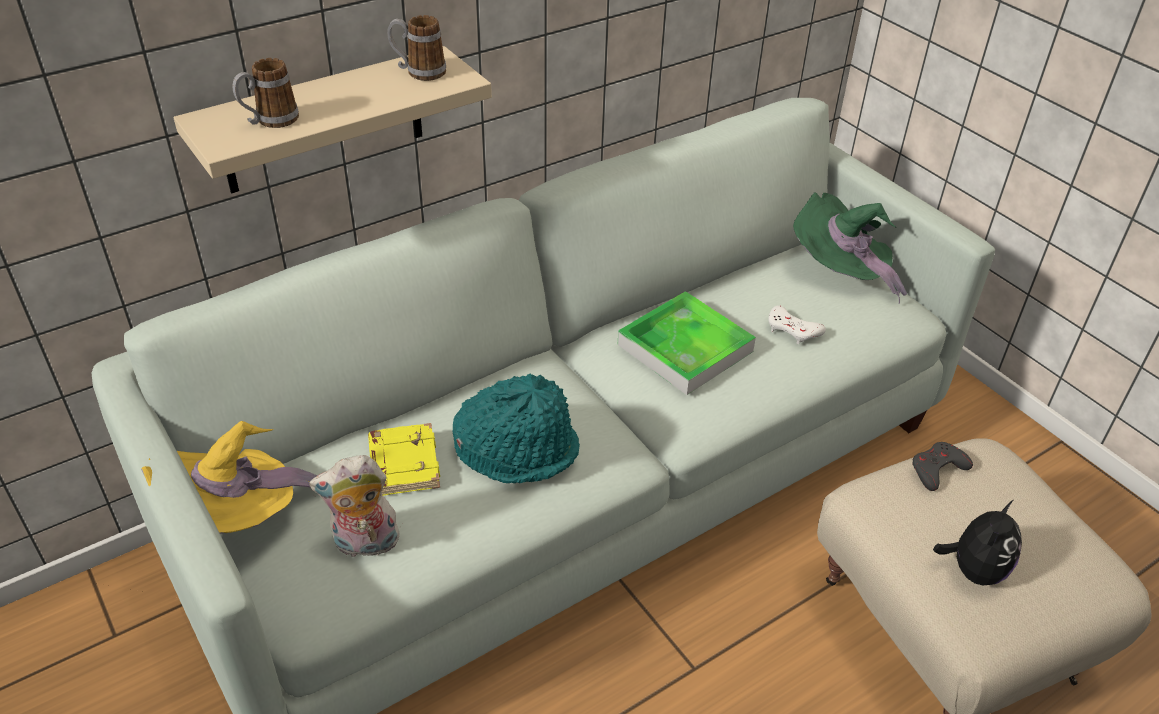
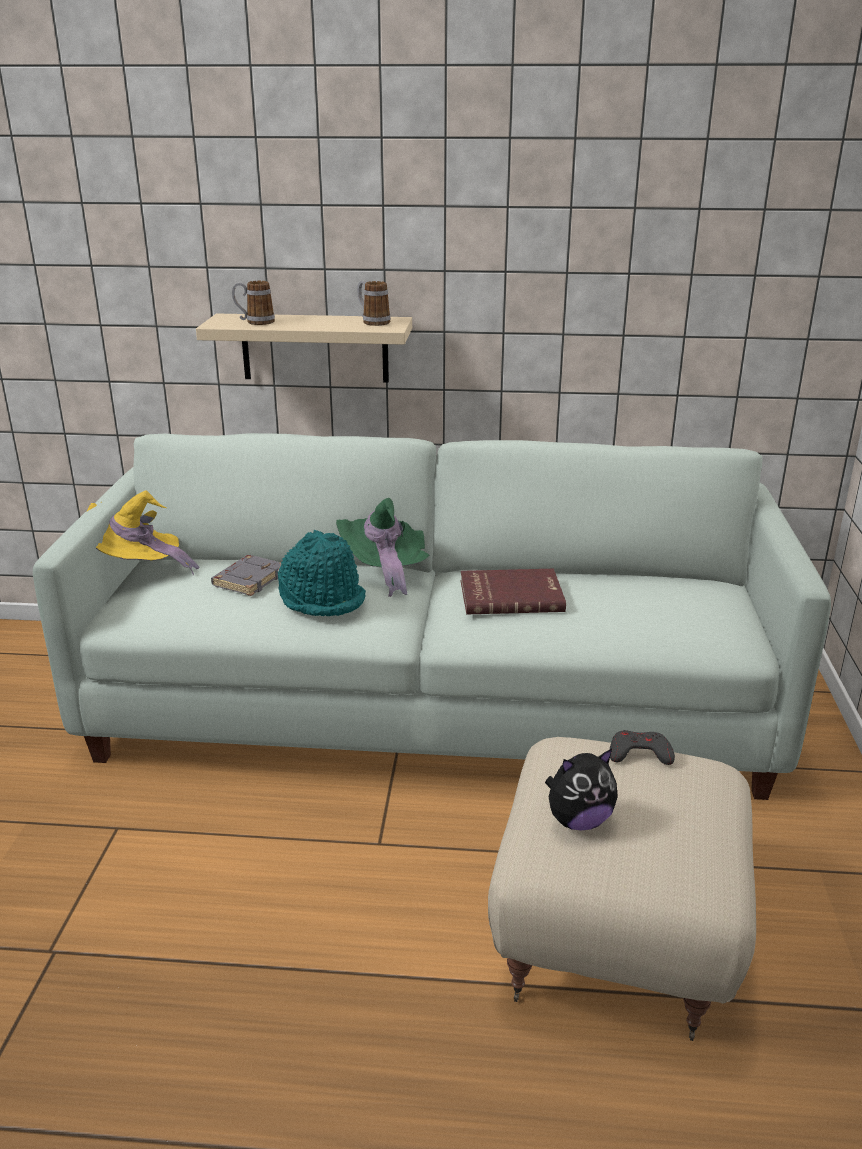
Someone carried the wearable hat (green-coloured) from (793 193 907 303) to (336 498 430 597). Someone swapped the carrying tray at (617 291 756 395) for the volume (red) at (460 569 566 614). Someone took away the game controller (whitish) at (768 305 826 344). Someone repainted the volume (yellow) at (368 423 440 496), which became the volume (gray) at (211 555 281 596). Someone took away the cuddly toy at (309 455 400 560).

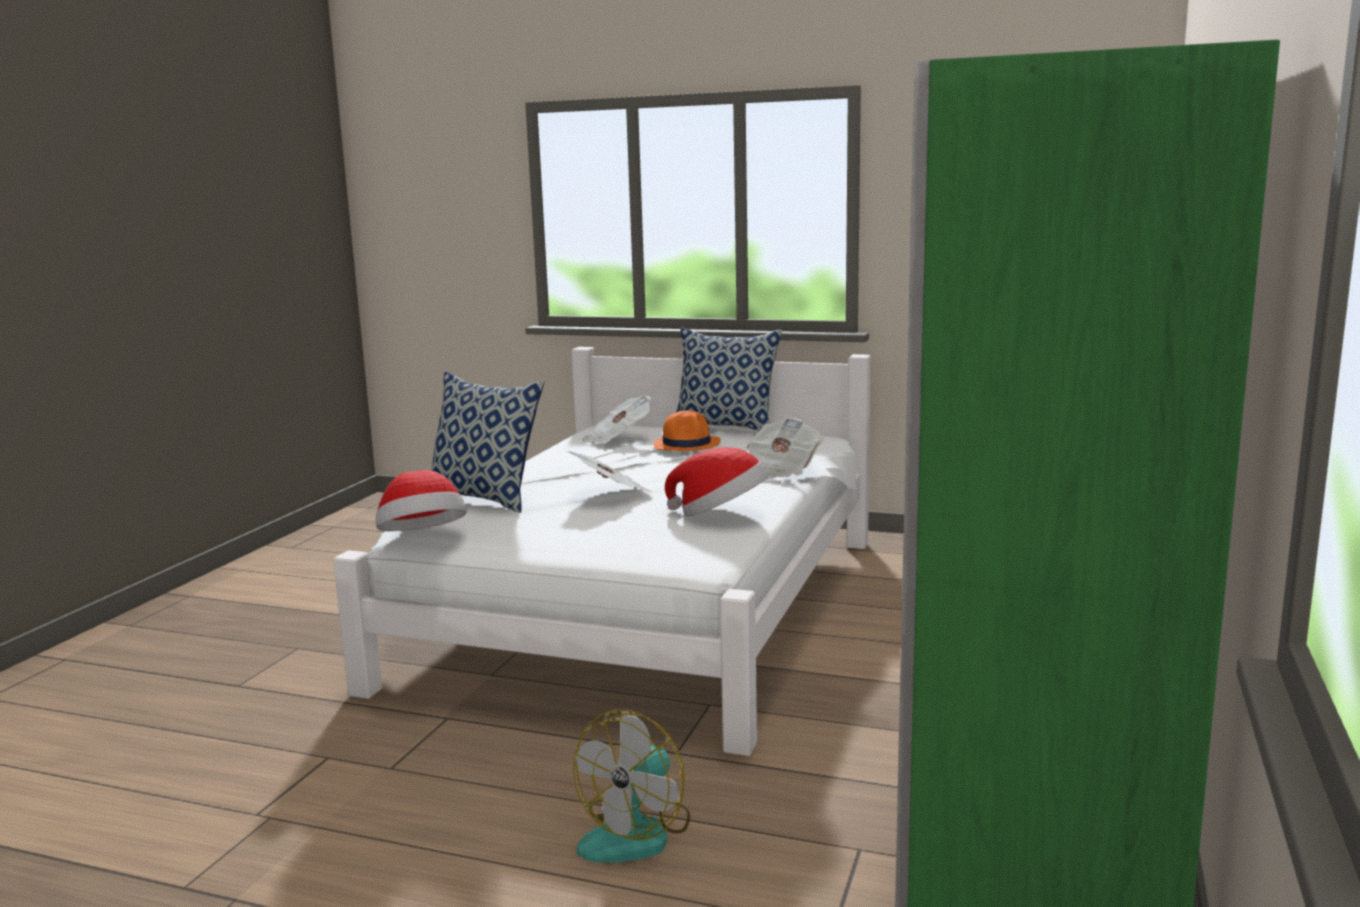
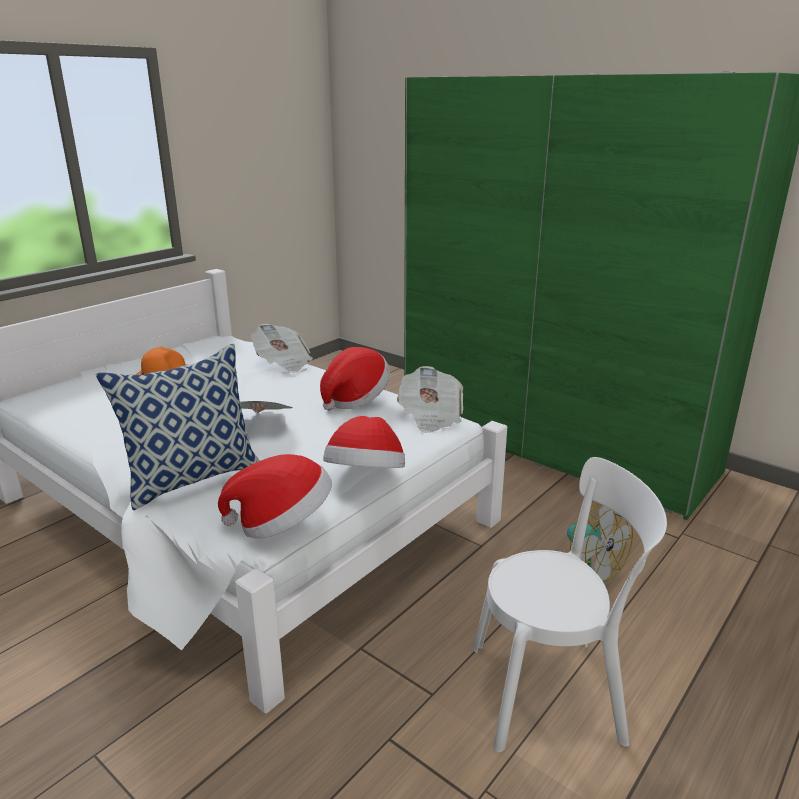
Someone took away the pillow at (676 328 782 431). Someone carried the newspaper from (582 395 652 443) to (397 366 463 433). Someone put down the wearable hat at (323 416 405 468). Someone put down the upright chair (whitish) at (473 457 667 752).

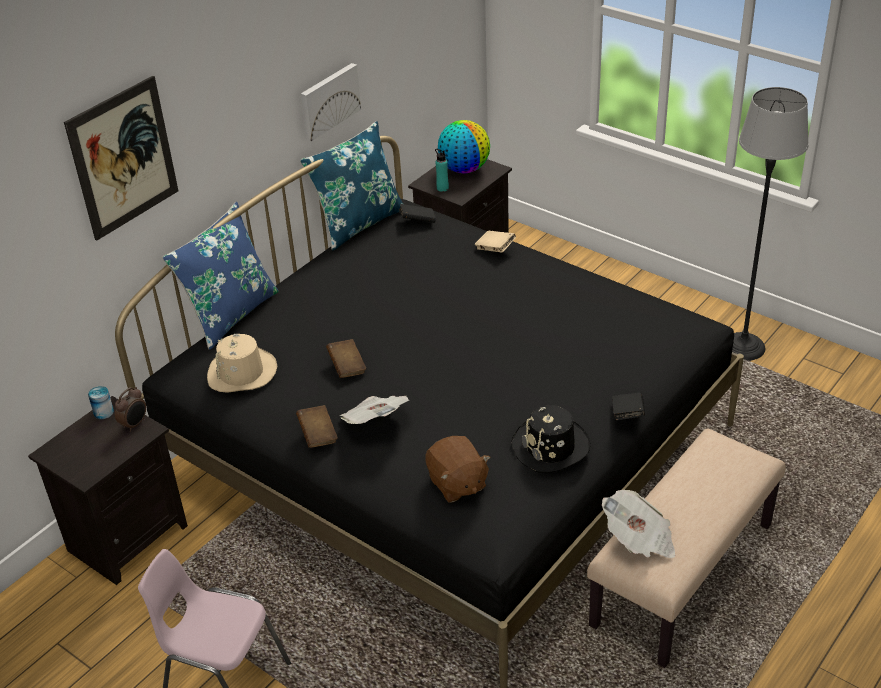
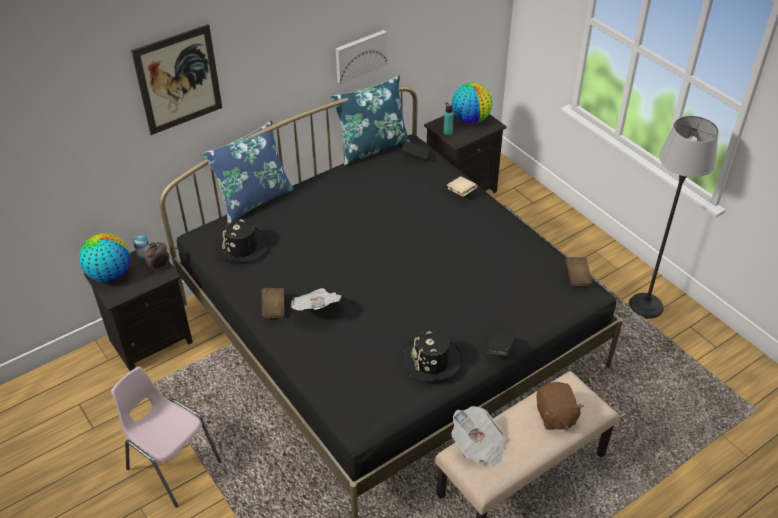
Someone repainted the wearable hat (beige) at (207 334 277 393), which became the wearable hat (black-coloured) at (216 219 268 263). Someone carried the volume (brownish) from (326 339 366 378) to (565 257 592 286). Someone carried the cuddly toy (brownish) from (426 436 490 503) to (536 382 584 430). Someone put down the desk globe at (79 233 131 282).

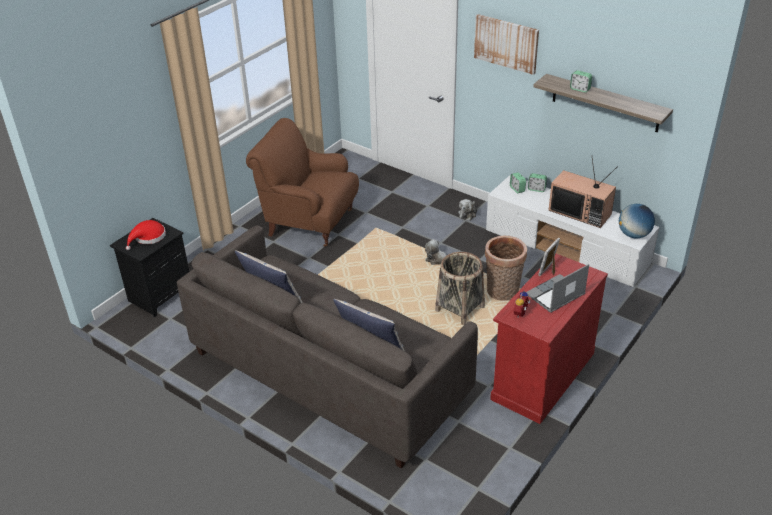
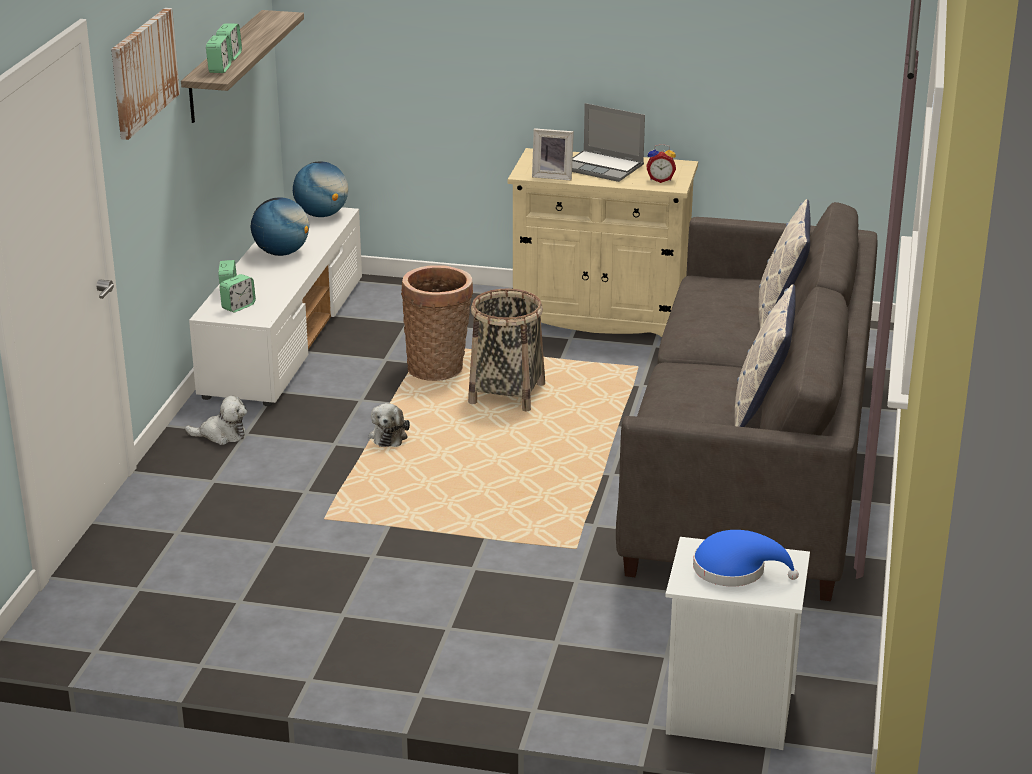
Someone took away the armchair (brownish) at (246 118 359 247). Someone swapped the TV at (549 155 618 228) for the desk globe at (251 197 309 256). Someone repainted the bedside table (black-coloured) at (110 218 189 317), which became the bedside table (whitish) at (665 537 810 750). Someone repainted the wearable hat (red) at (126 220 166 250), which became the wearable hat (bluish) at (693 530 799 586). Someone repainted the cupboard (red) at (490 254 608 424), which became the cupboard (beige) at (508 148 698 337). Someone put down the alarm clock at (206 35 232 73).

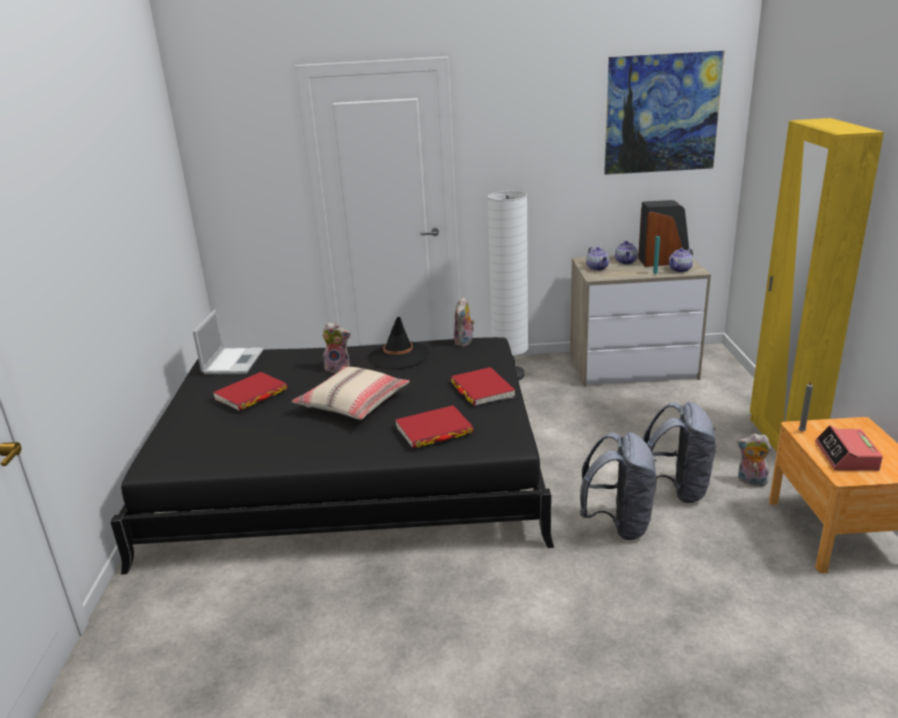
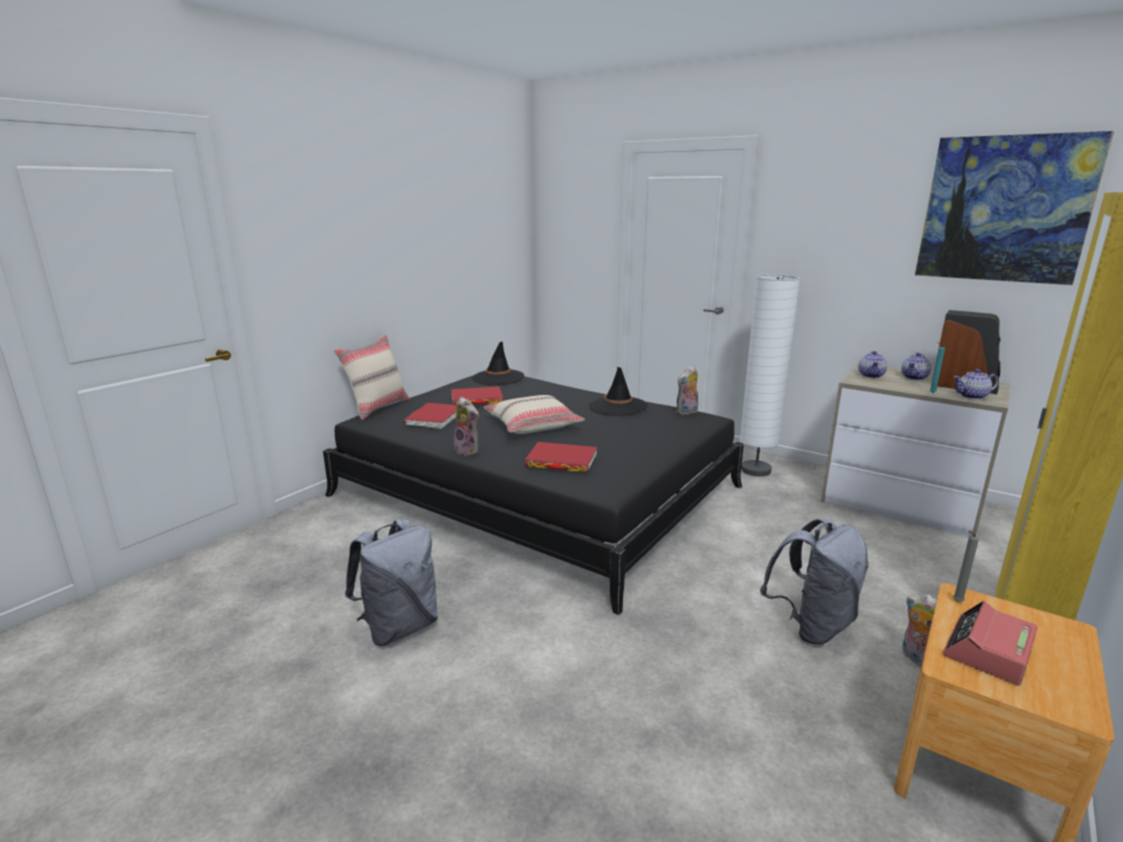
Someone swapped the portable computer at (193 310 264 374) for the wearable hat (black-coloured) at (472 342 524 385). Someone carried the cuddly toy from (322 322 351 373) to (454 397 479 456). Someone carried the volume (red) from (450 367 516 406) to (403 403 456 429). Someone carried the knapsack (gray) from (580 432 656 540) to (345 520 438 646). Someone put down the pillow (beige) at (334 334 410 420).

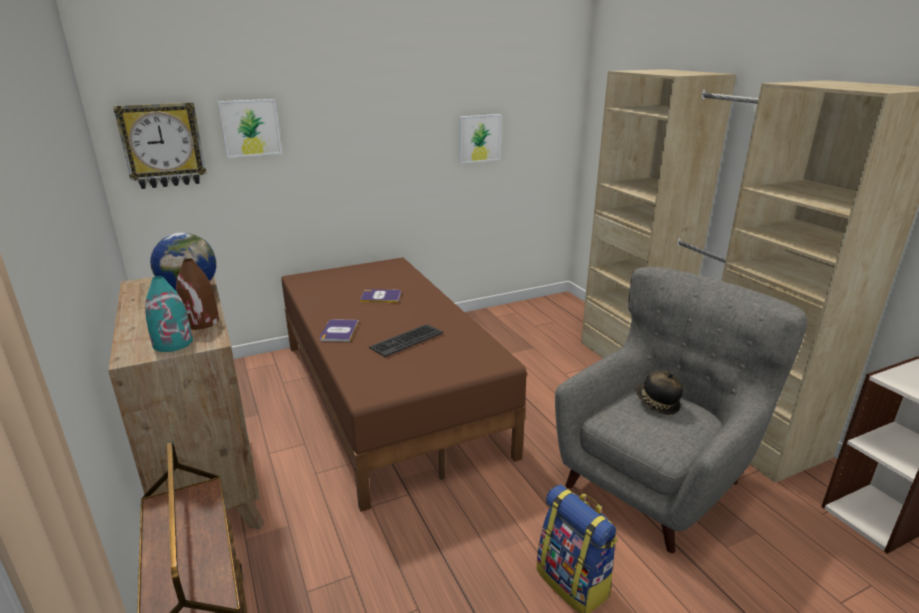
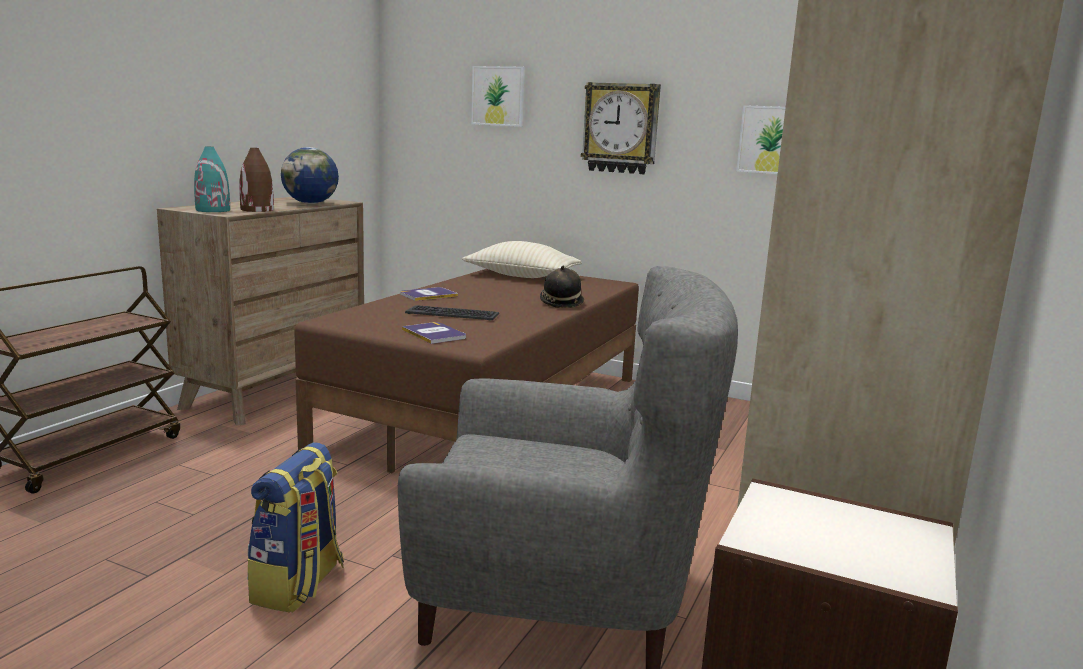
Someone carried the clock on the wall from (113 102 206 189) to (581 82 661 174). Someone carried the volume from (360 289 401 303) to (402 322 466 344). Someone carried the wearable hat from (635 370 683 415) to (540 265 584 308). Someone put down the pillow (beige) at (462 241 582 278).

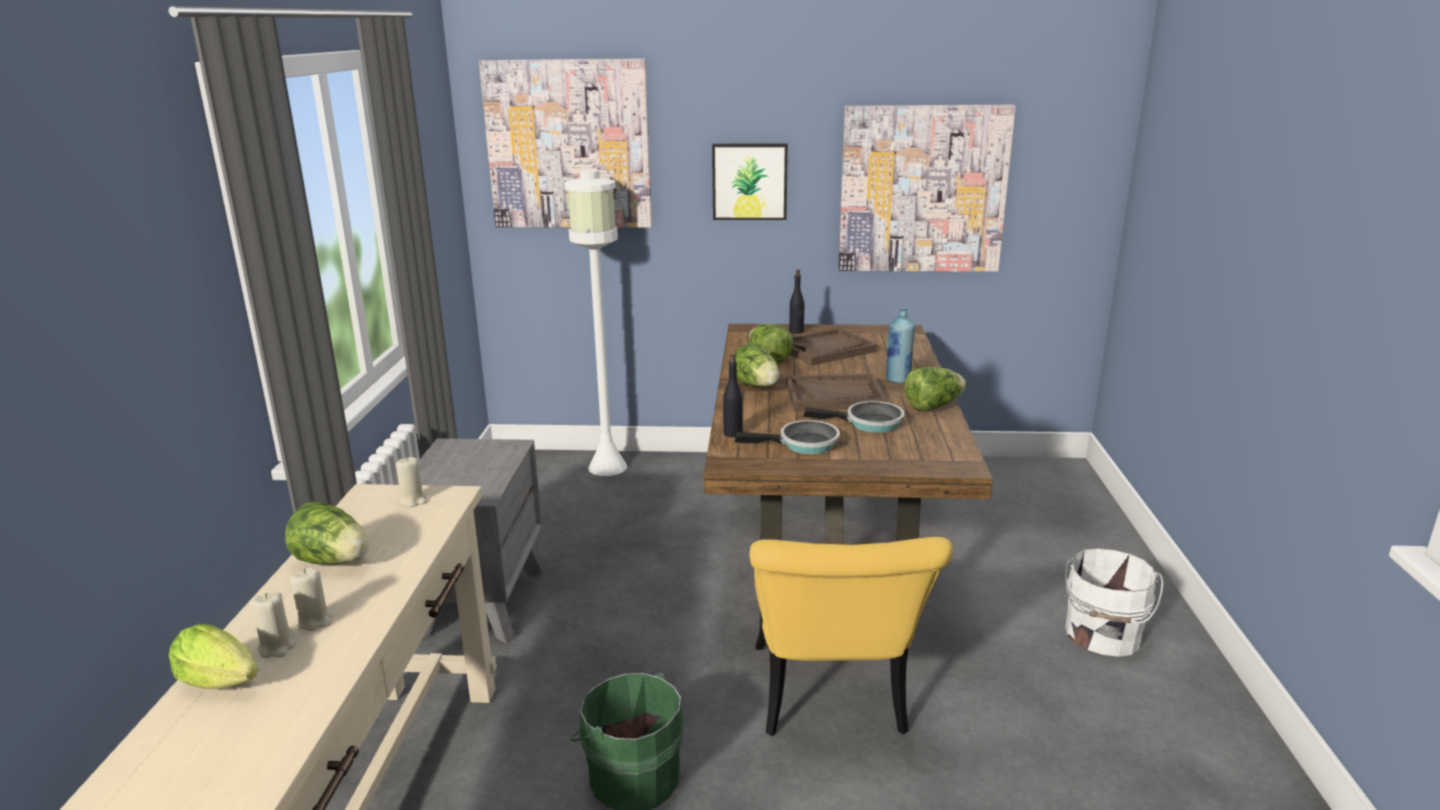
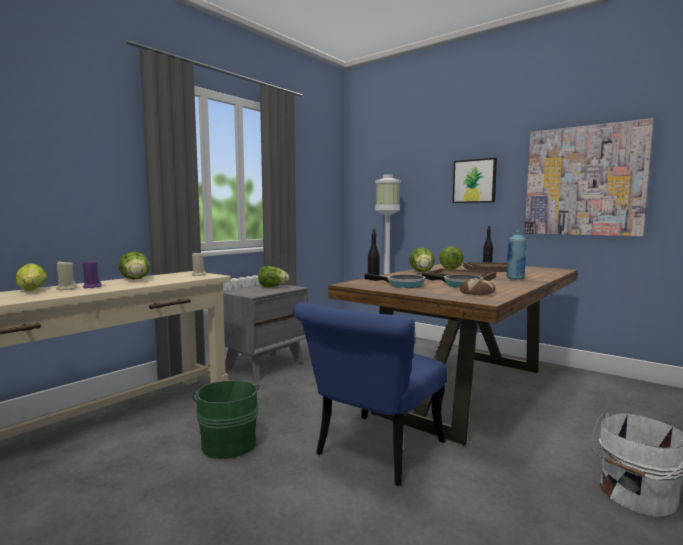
Someone took away the wall picture at (479 58 652 228). Someone carried the lettuce head from (904 367 966 411) to (258 266 289 287). Someone repainted the upright chair (yellow) at (750 537 953 736), which became the upright chair (bluish) at (293 302 447 486). Someone repainted the wax candle (beige) at (290 568 333 631), which became the wax candle (purple-coloured) at (82 259 102 288). Someone put down the bread at (460 278 495 295).

